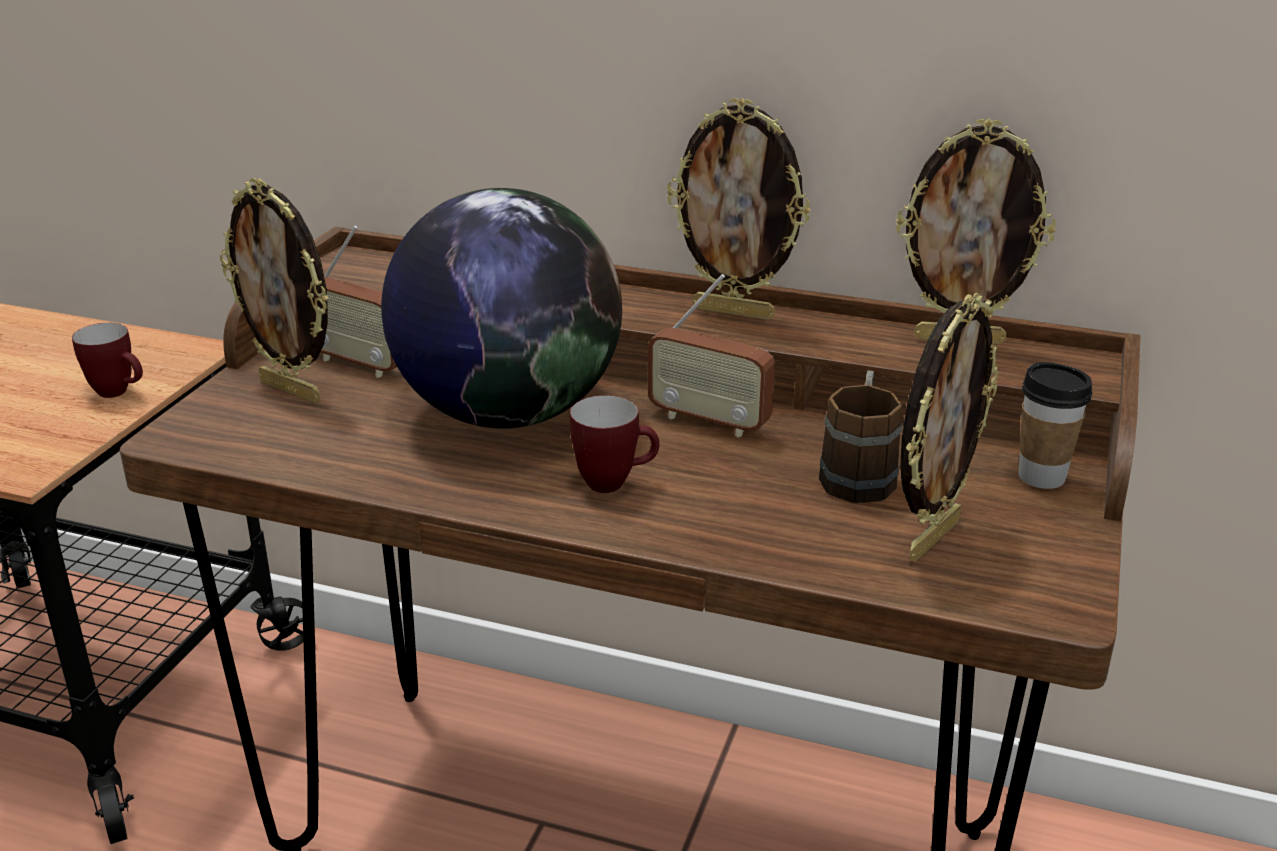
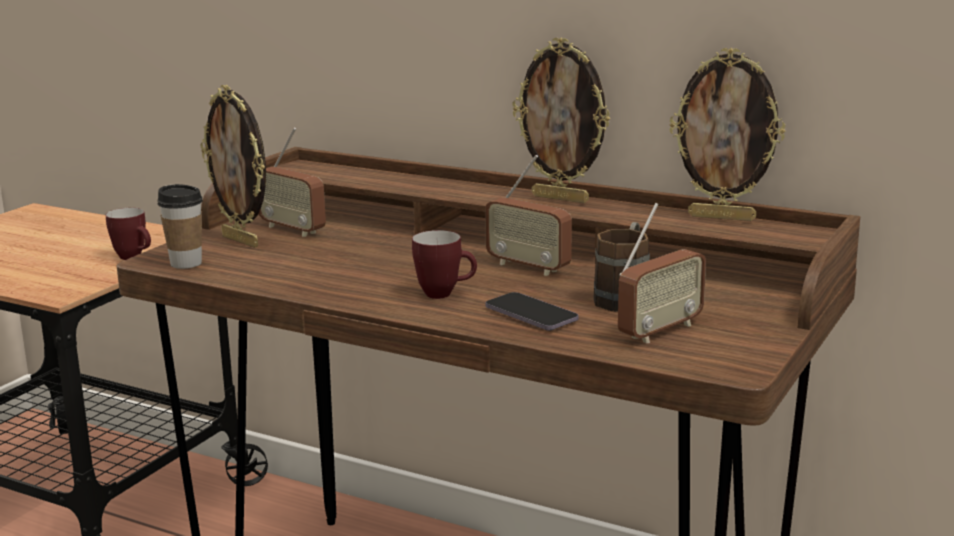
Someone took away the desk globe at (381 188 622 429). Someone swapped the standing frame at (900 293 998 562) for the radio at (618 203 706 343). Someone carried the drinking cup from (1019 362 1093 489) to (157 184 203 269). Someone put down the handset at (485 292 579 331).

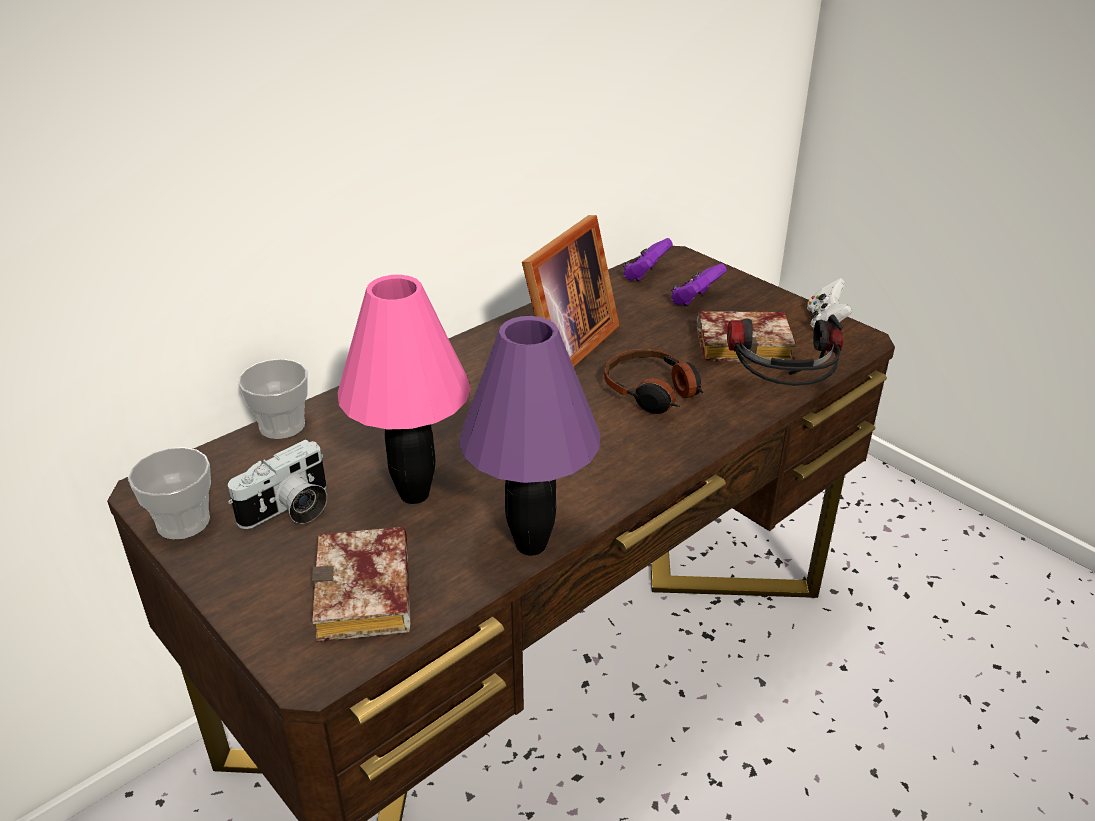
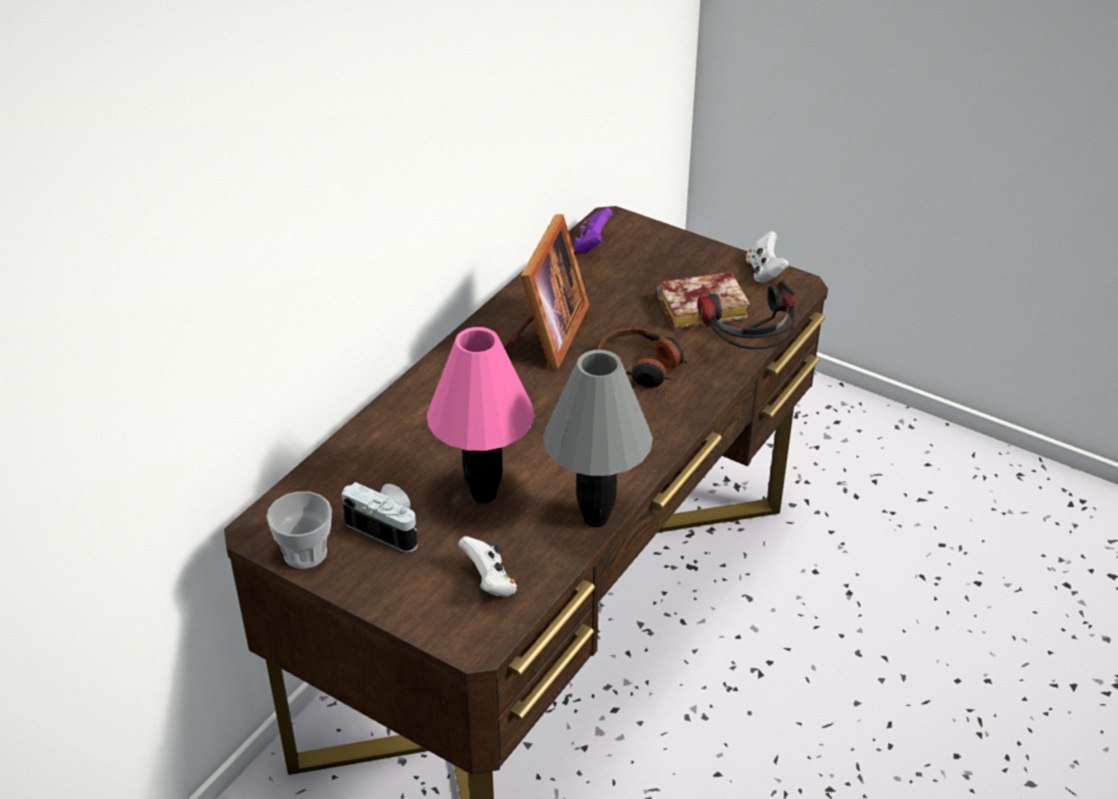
Someone took away the game controller (purple-coloured) at (671 263 727 306). Someone repainted the table lamp (purple-coloured) at (459 316 600 556), which became the table lamp (gray) at (543 350 653 527). Someone took away the drinking cup at (238 359 308 439). Someone rotated the still camera at (228 439 327 529) by 90 degrees counterclockwise. Someone swapped the volume at (312 527 410 642) for the game controller (whitish) at (458 536 517 596).

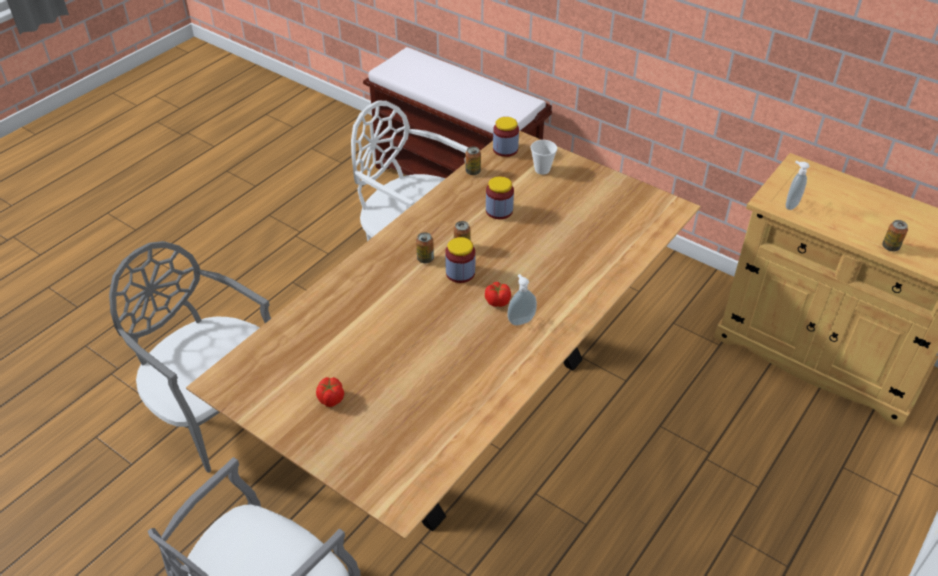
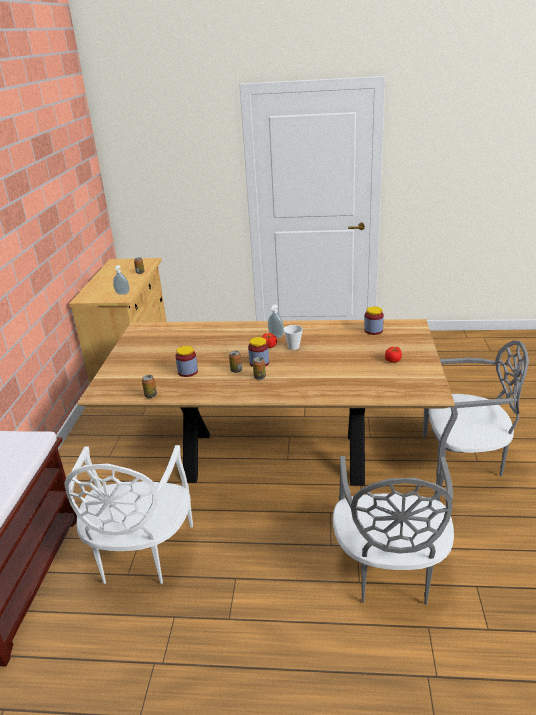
Someone carried the preserve jar from (493 117 519 157) to (364 307 384 335). Someone carried the drinking cup from (531 140 557 175) to (283 325 303 350).

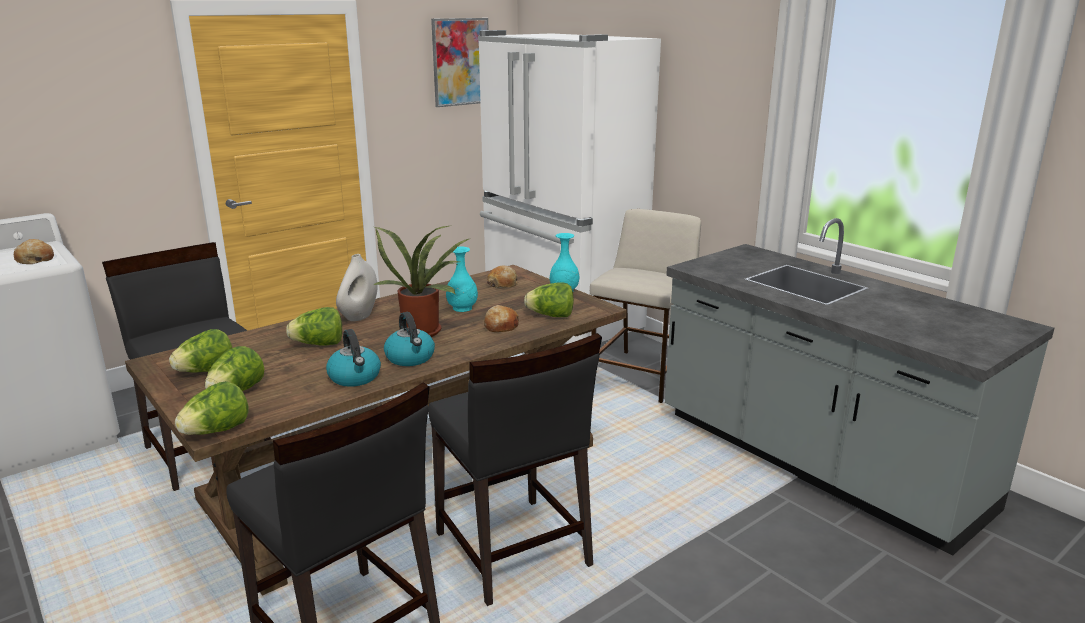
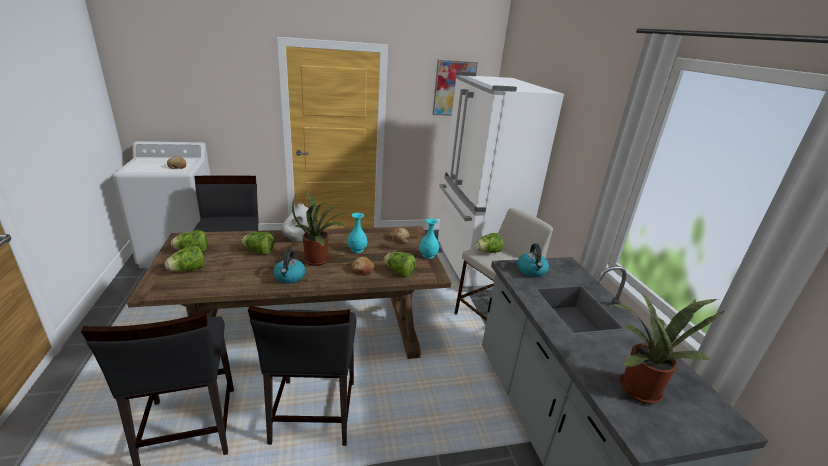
Someone carried the tea kettle from (326 329 381 387) to (517 244 549 277). Someone carried the lettuce head from (175 381 249 435) to (475 233 504 253). Someone put down the potted plant at (612 293 727 404).

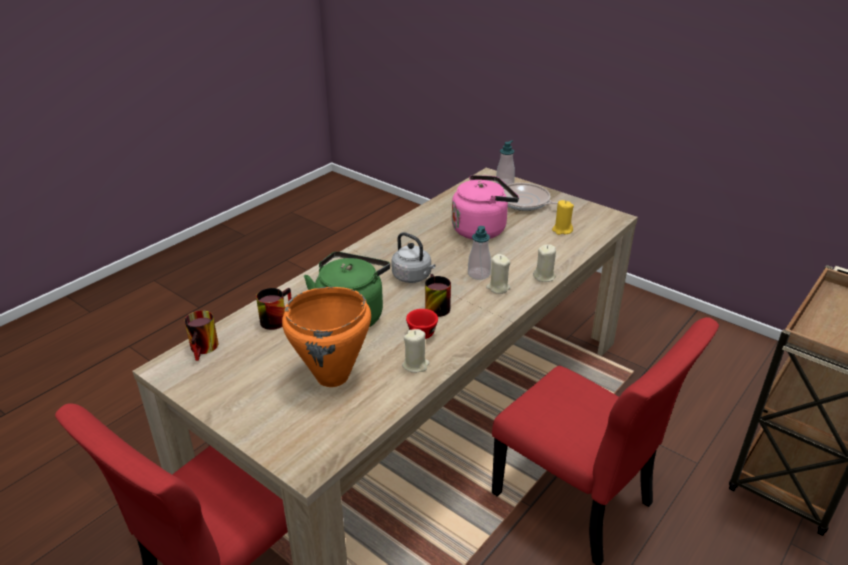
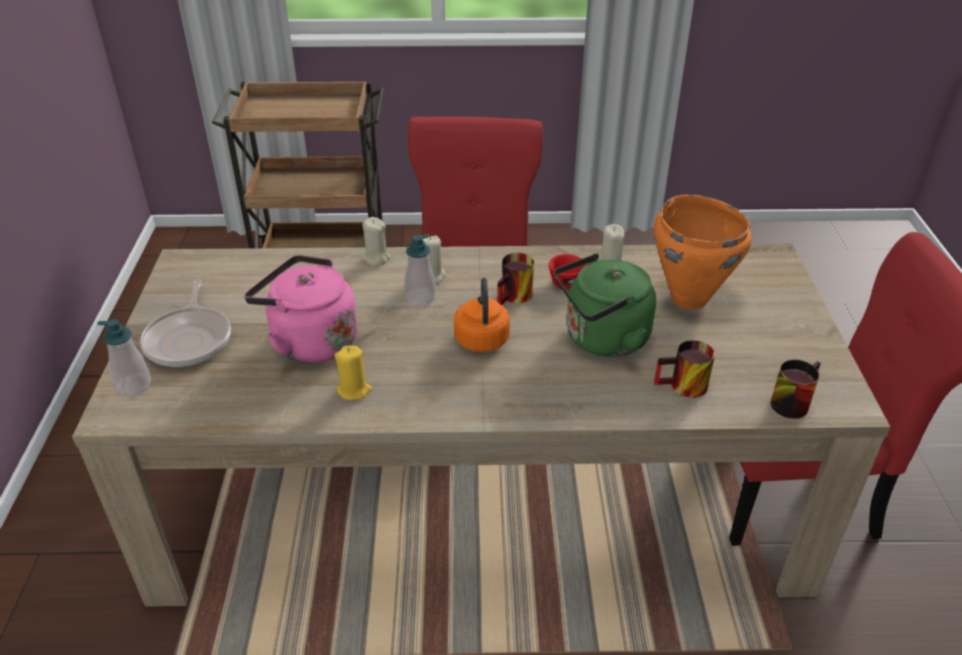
Someone carried the wax candle (yellow) from (552 200 574 235) to (335 346 372 400). Someone repainted the tea kettle (gray) at (391 232 435 283), which became the tea kettle (orange-coloured) at (454 278 510 352).

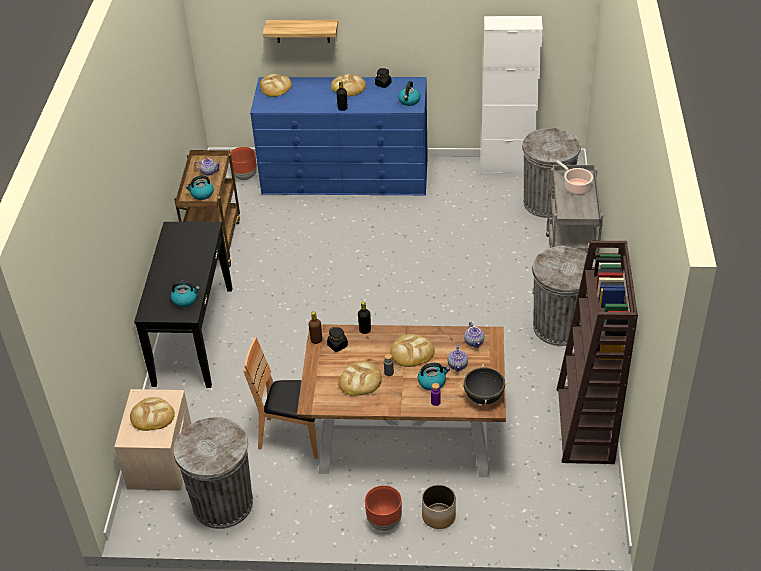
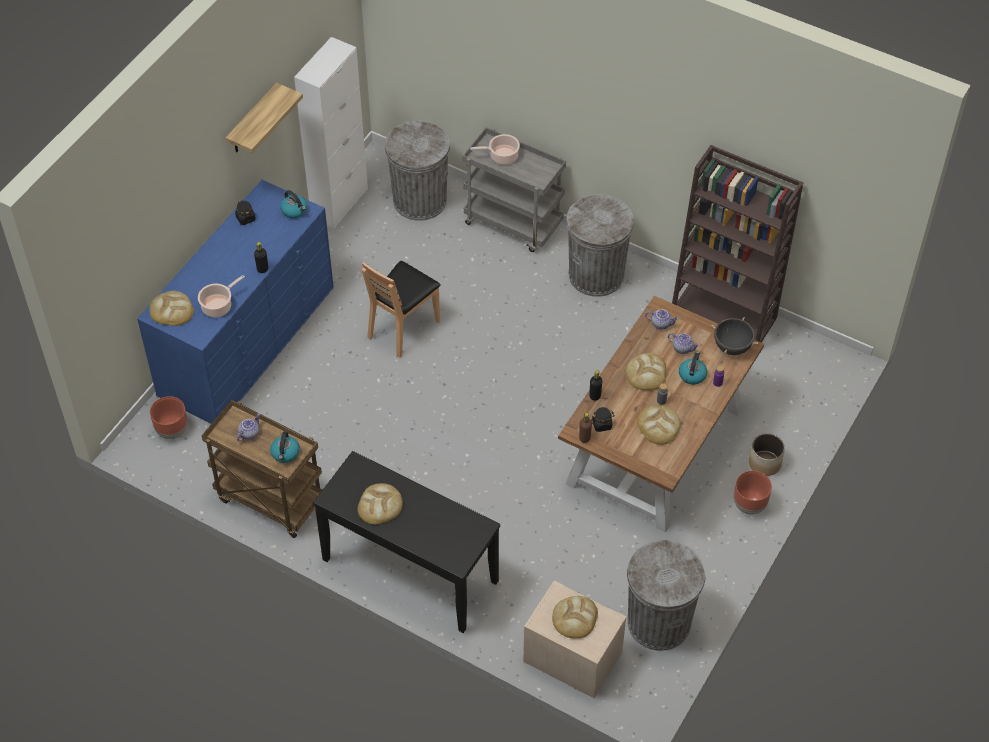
Someone carried the shelf from (263 20 338 43) to (226 83 303 153). Someone carried the bread from (331 74 366 96) to (357 483 403 524). Someone took away the tea kettle at (171 281 200 307). Someone carried the upright chair (brownish) from (243 337 318 459) to (361 261 441 358). Someone put down the cooking pot at (198 275 245 318).

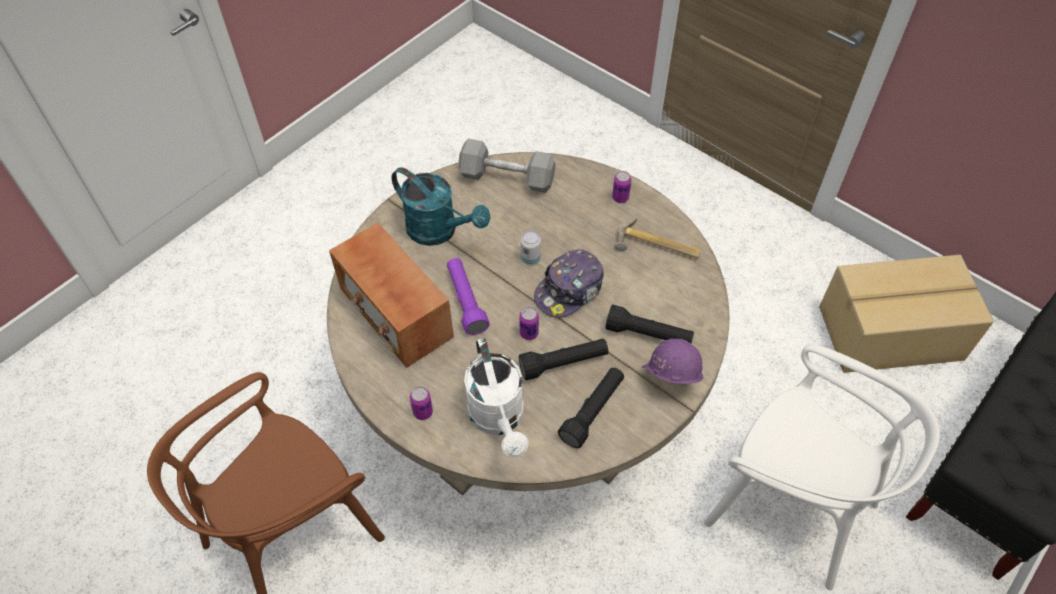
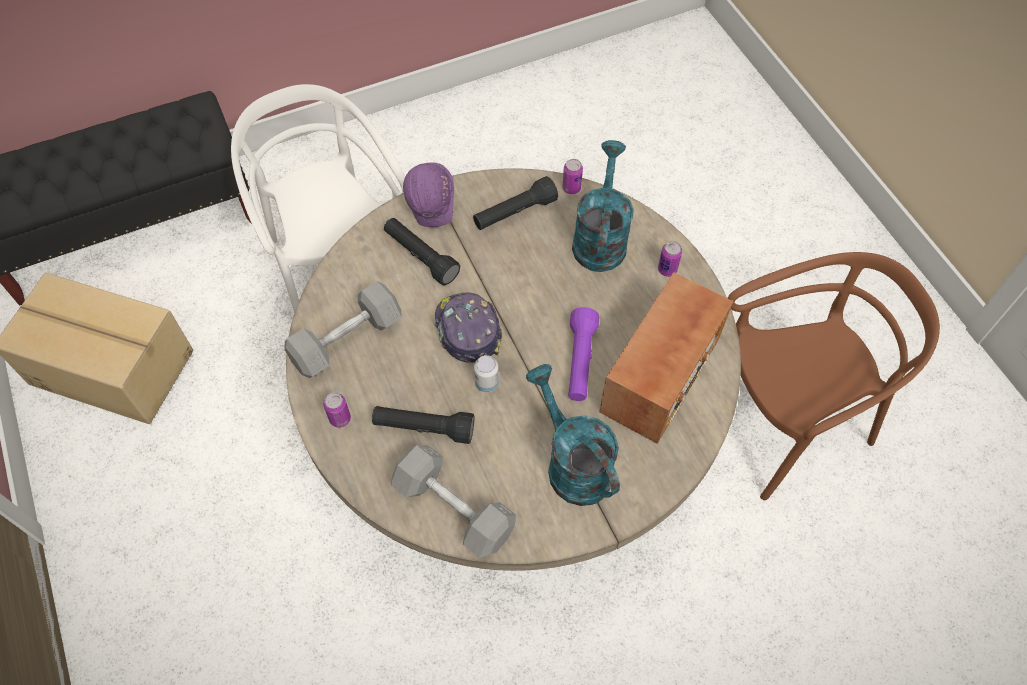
Someone swapped the hand hammer at (614 217 701 259) for the dumbbell (gray) at (285 281 402 378). Someone rotated the radio at (329 223 454 368) by 45 degrees clockwise. Someone rotated the peaked cap at (534 250 604 318) by 90 degrees counterclockwise. Someone carried the sealed can from (519 307 539 340) to (562 159 583 194). Someone repainted the watering can (whitish) at (464 338 529 457), which became the watering can (turquoise) at (572 140 634 272). Someone carried the flashlight (black-coloured) from (519 339 608 380) to (372 406 474 444).

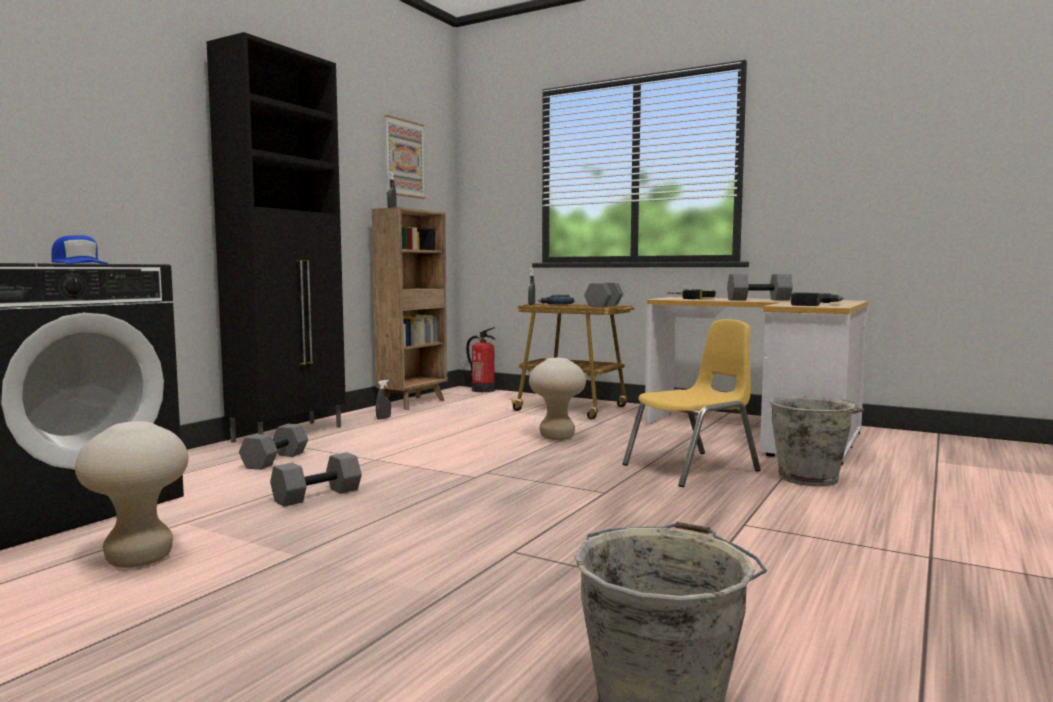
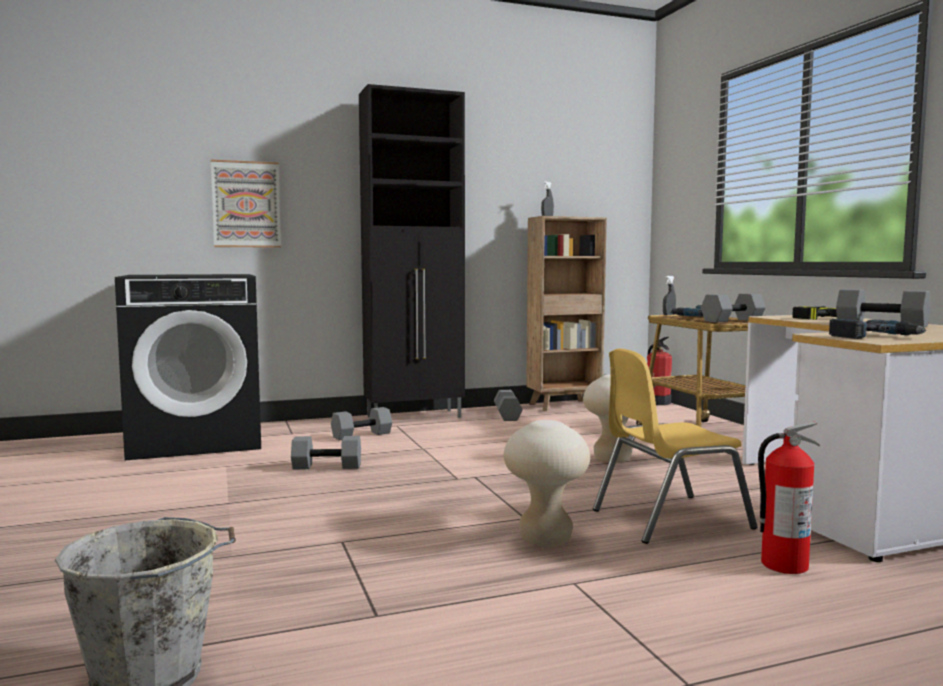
Someone carried the wall picture from (385 115 426 199) to (211 159 281 248). Someone took away the peaked cap (bluish) at (51 235 108 264). Someone rotated the upright chair (yellow) at (623 319 761 487) by 150 degrees clockwise. Someone swapped the hand sprayer (gray) at (376 380 391 420) for the dumbbell (gray) at (494 390 523 421). Someone swapped the water bucket (gray) at (769 396 864 486) for the fire extinguisher at (758 422 820 574). Someone carried the sitting stool (beige) from (75 421 189 568) to (504 420 590 547).

